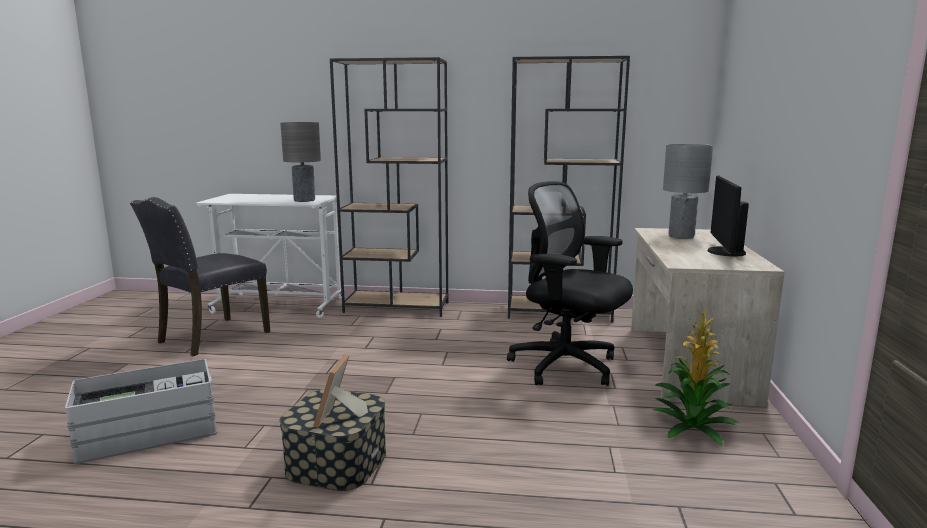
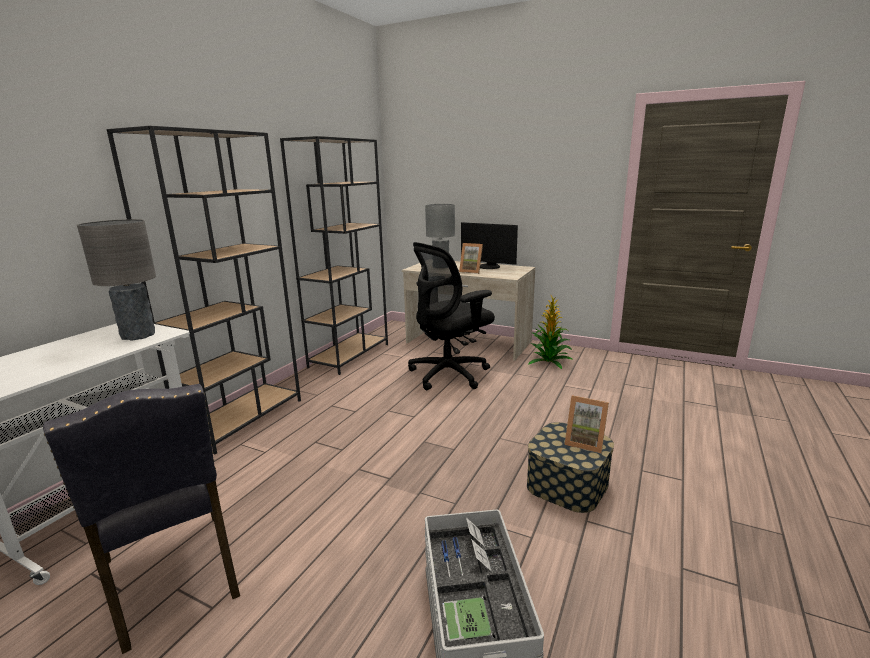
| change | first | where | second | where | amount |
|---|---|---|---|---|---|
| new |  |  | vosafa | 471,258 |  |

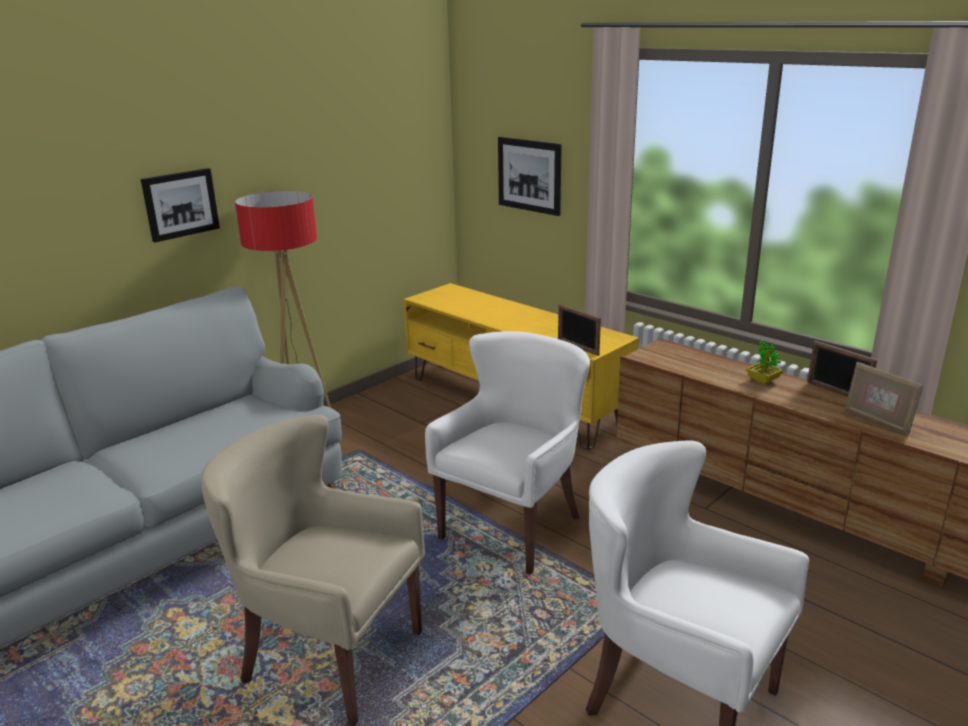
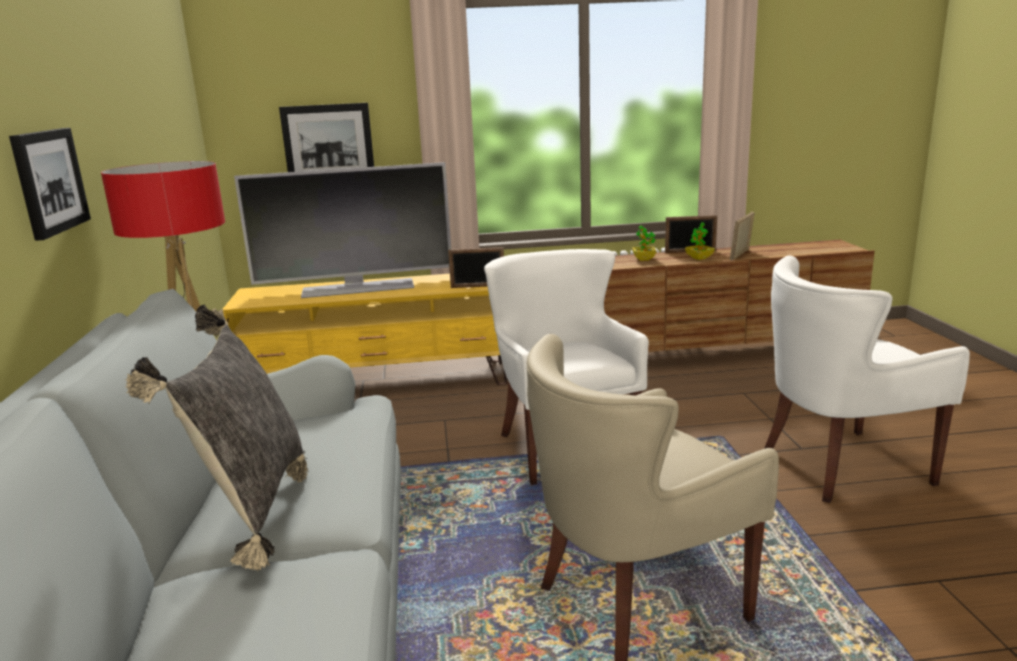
| change | first | where | second | where | amount |
|---|---|---|---|---|---|
| rotated | vosafa | 884,399 |  | 742,236 | 120 degrees clockwise |
| new |  |  | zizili | 217,438 |  |
| new |  |  | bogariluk | 342,230 |  |
| new |  |  | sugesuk | 700,241 |  |

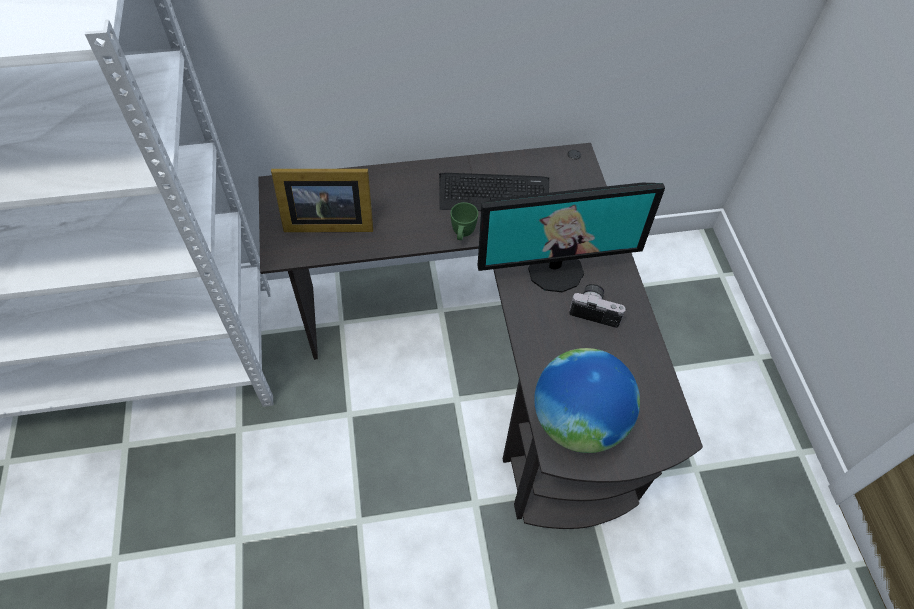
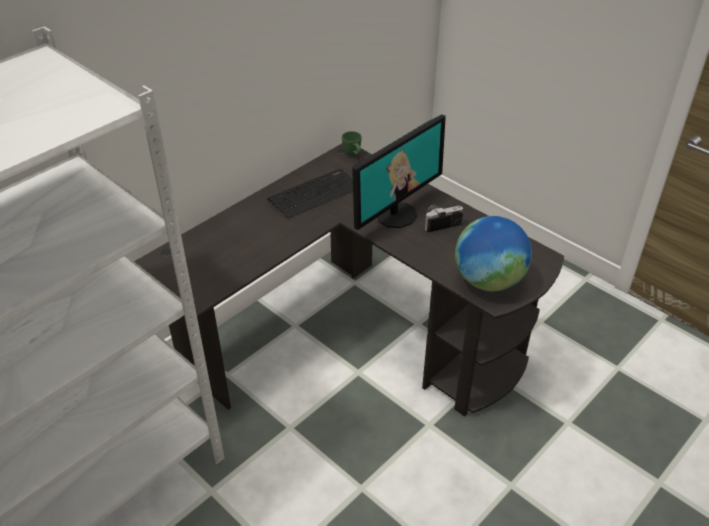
| change | first | where | second | where | amount |
|---|---|---|---|---|---|
| gone | vosafa | 322,200 |  |  |  |
| shifted | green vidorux | 464,221 |  | 352,143 |  |

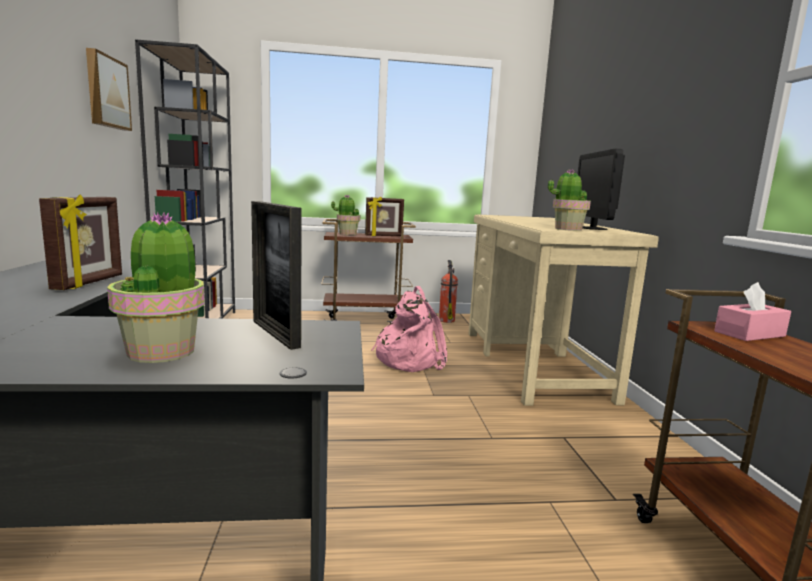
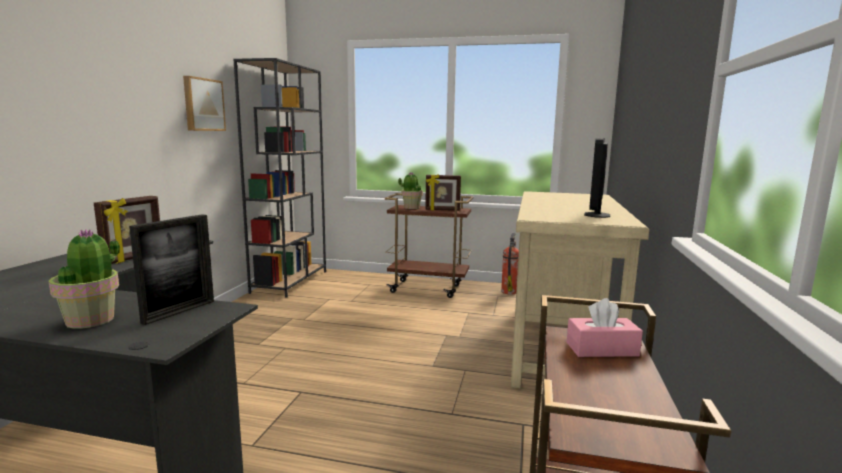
| change | first | where | second | where | amount |
|---|---|---|---|---|---|
| rotated | vosafa | 276,275 |  | 171,269 | 135 degrees counterclockwise |
| gone | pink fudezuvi | 409,329 |  |  |  |
| gone | sugesuk | 569,200 |  |  |  |

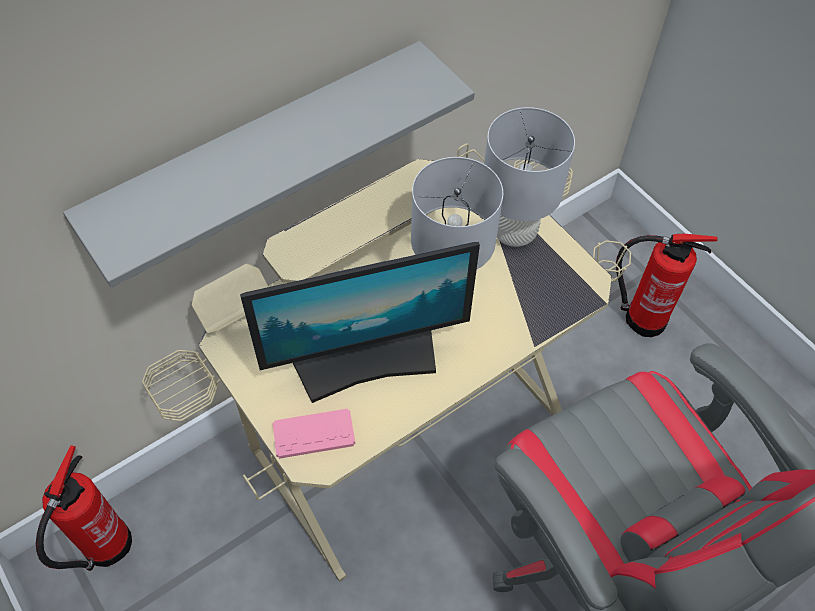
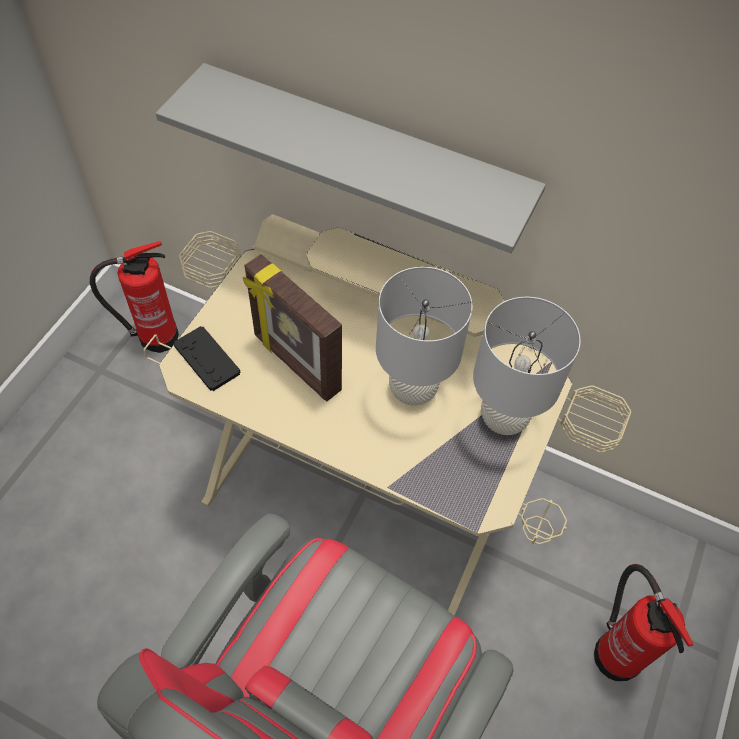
| change | first | where | second | where | amount |
|---|---|---|---|---|---|
| swapped | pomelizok | 360,322 | vosafa | 292,327 |  |
| repainted | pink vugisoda | 314,434 | black vugisoda | 207,358 |  |

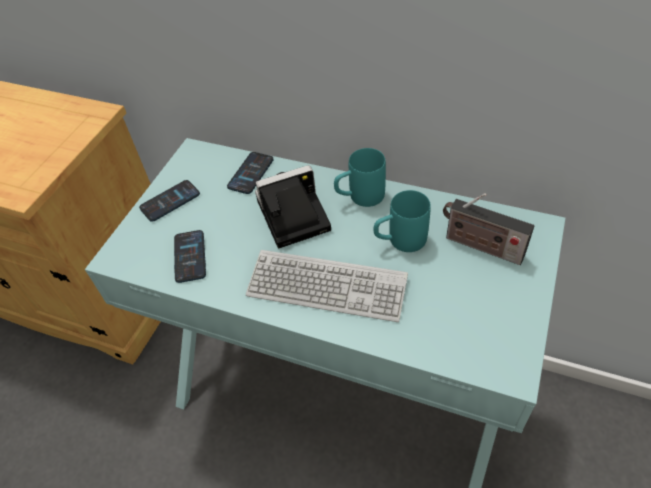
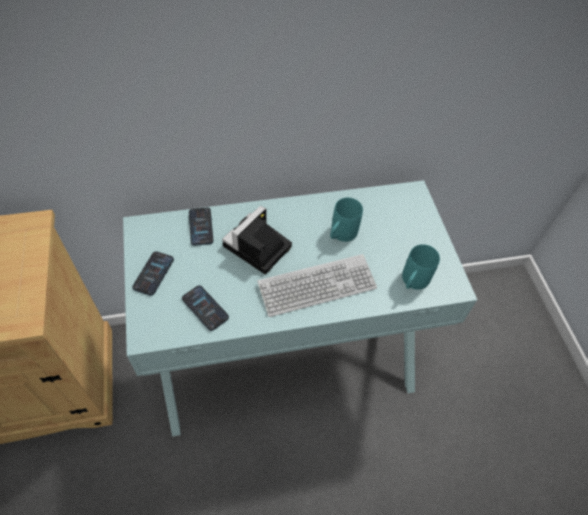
| change | first | where | second | where | amount |
|---|---|---|---|---|---|
| shifted | turquoise vidorux | 360,177 |  | 421,267 |  |
| gone | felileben | 489,229 |  |  |  |

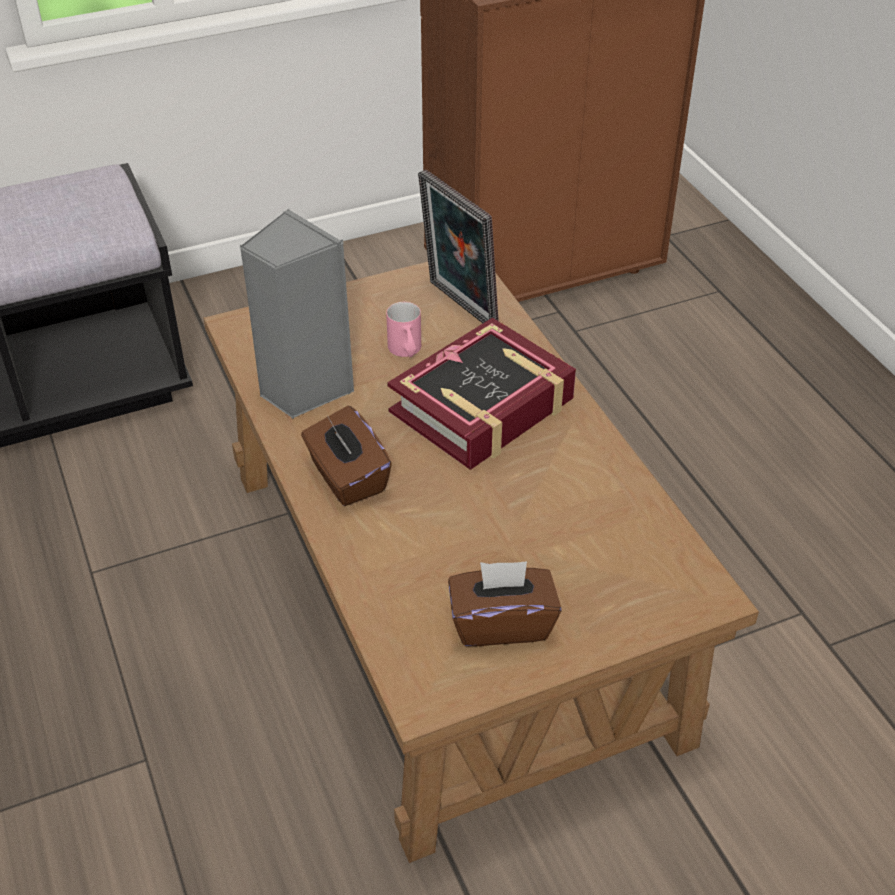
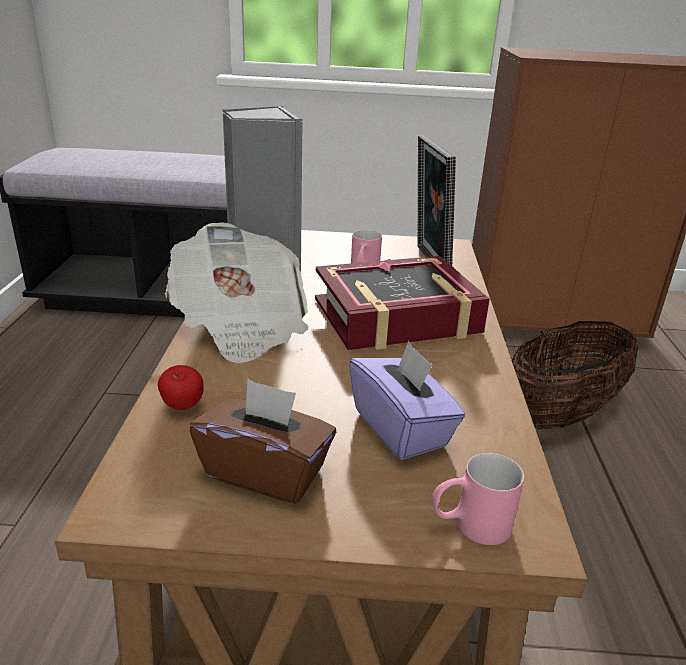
| change | first | where | second | where | amount |
|---|---|---|---|---|---|
| swapped | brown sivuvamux | 346,456 | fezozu | 236,293 |  |
| new |  |  | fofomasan | 181,387 |  |
| new |  |  | purple sivuvamux | 407,400 |  |
| new |  |  | pink vidorux | 478,499 |  |
| new |  |  | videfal | 574,375 |  |

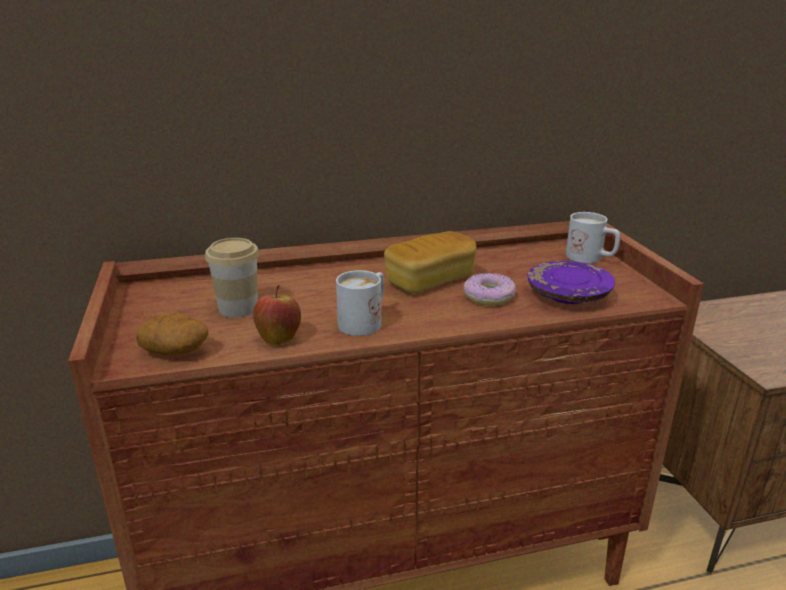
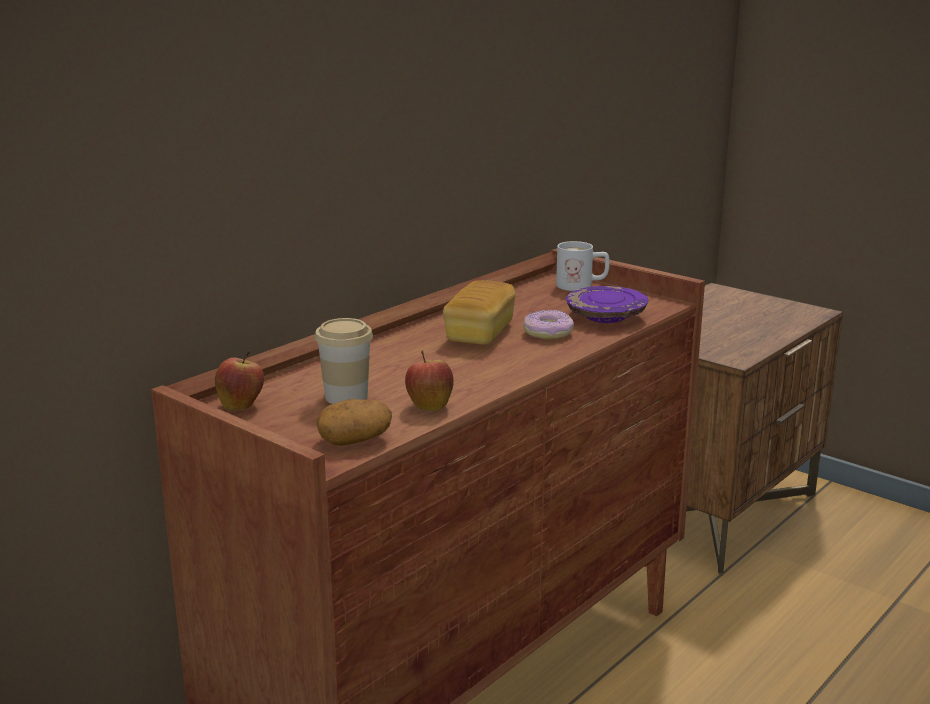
| change | first | where | second | where | amount |
|---|---|---|---|---|---|
| gone | white vidorux | 360,303 |  |  |  |
| new |  |  | fofomasan | 239,380 |  |

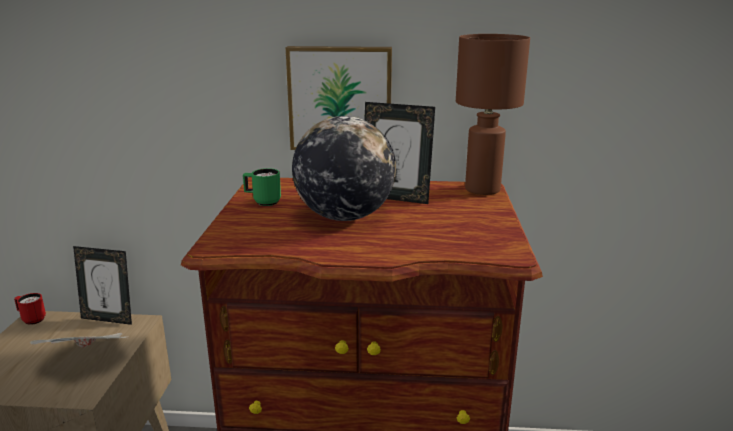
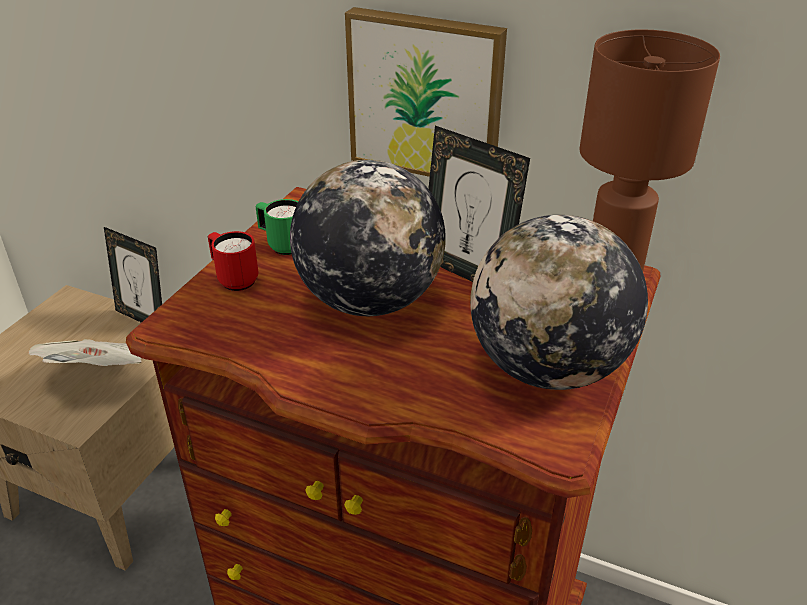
| change | first | where | second | where | amount |
|---|---|---|---|---|---|
| shifted | red vidorux | 30,309 |  | 233,261 |  |
| new |  |  | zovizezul | 559,302 |  |

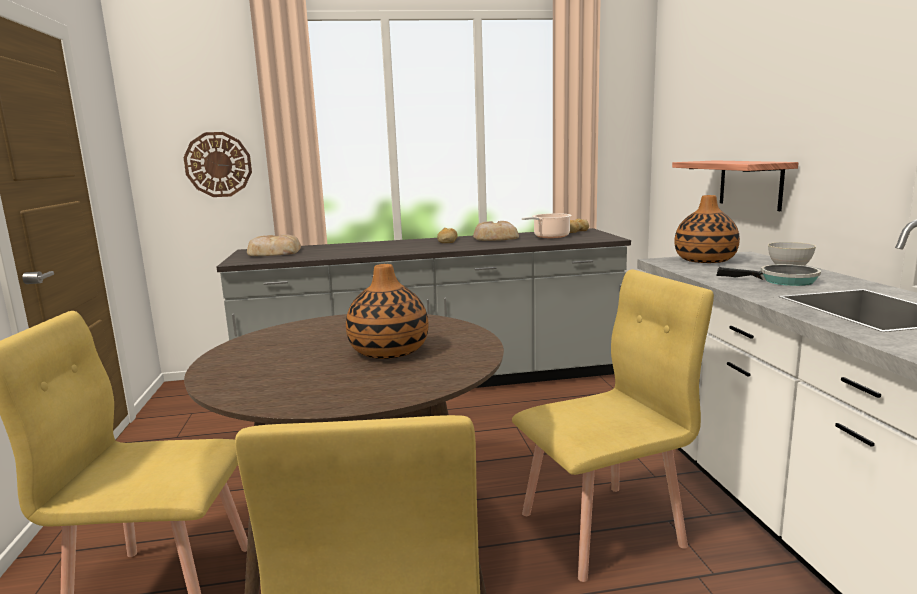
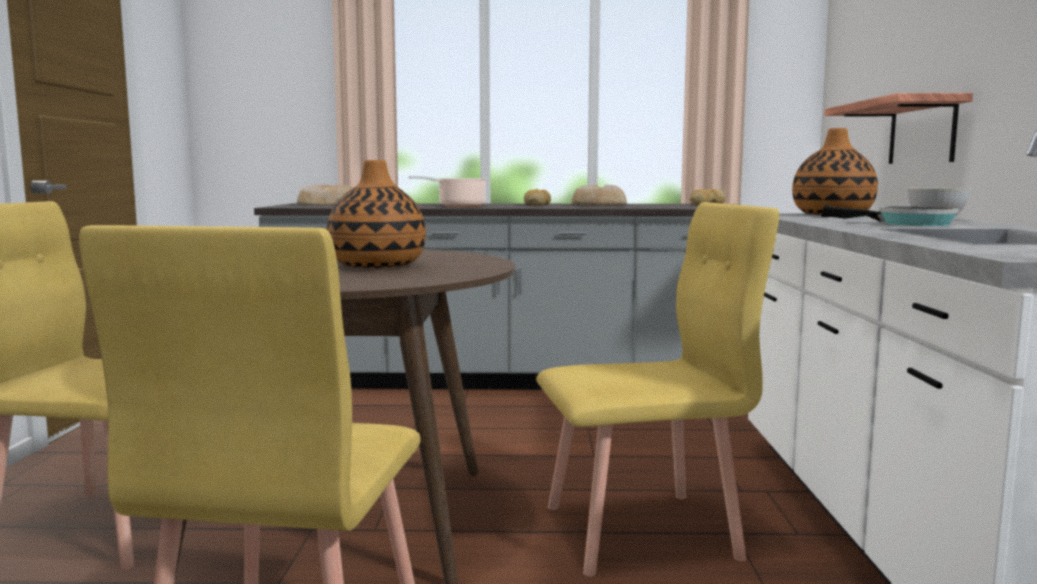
| change | first | where | second | where | amount |
|---|---|---|---|---|---|
| gone | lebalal | 217,164 |  |  |  |
| shifted | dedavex | 547,225 |  | 448,191 |  |

